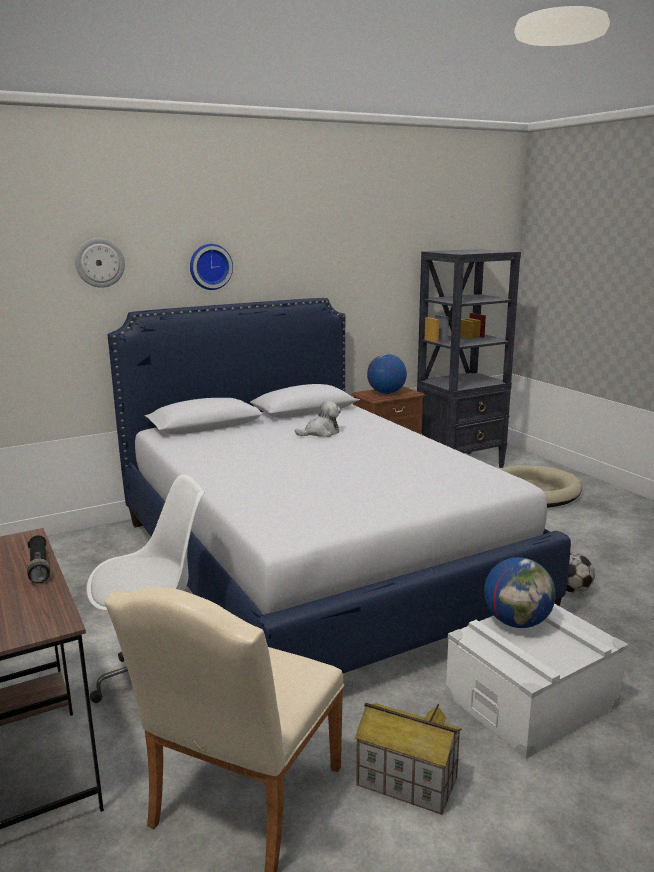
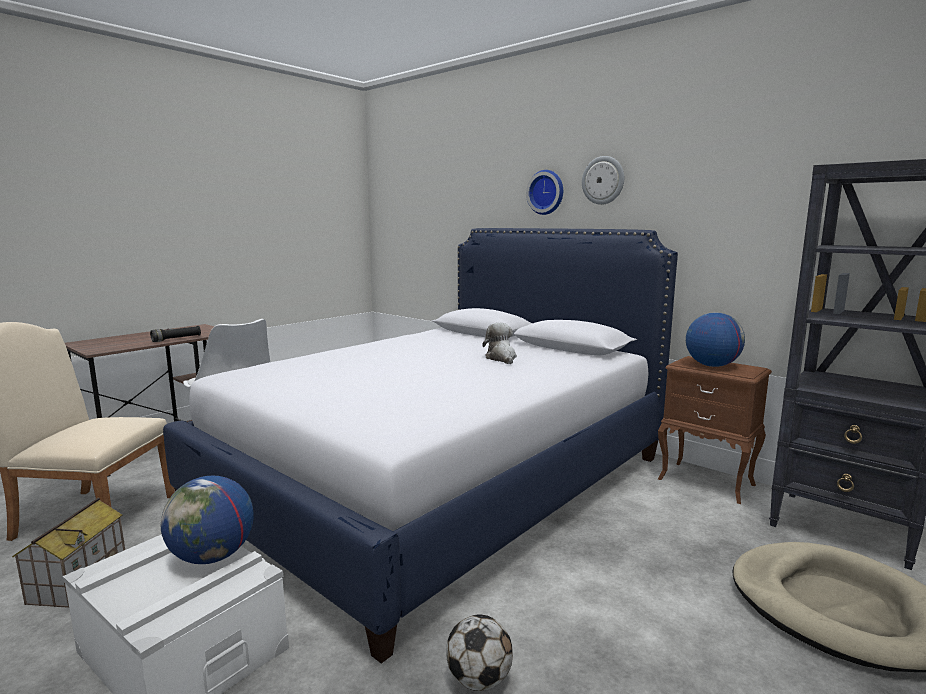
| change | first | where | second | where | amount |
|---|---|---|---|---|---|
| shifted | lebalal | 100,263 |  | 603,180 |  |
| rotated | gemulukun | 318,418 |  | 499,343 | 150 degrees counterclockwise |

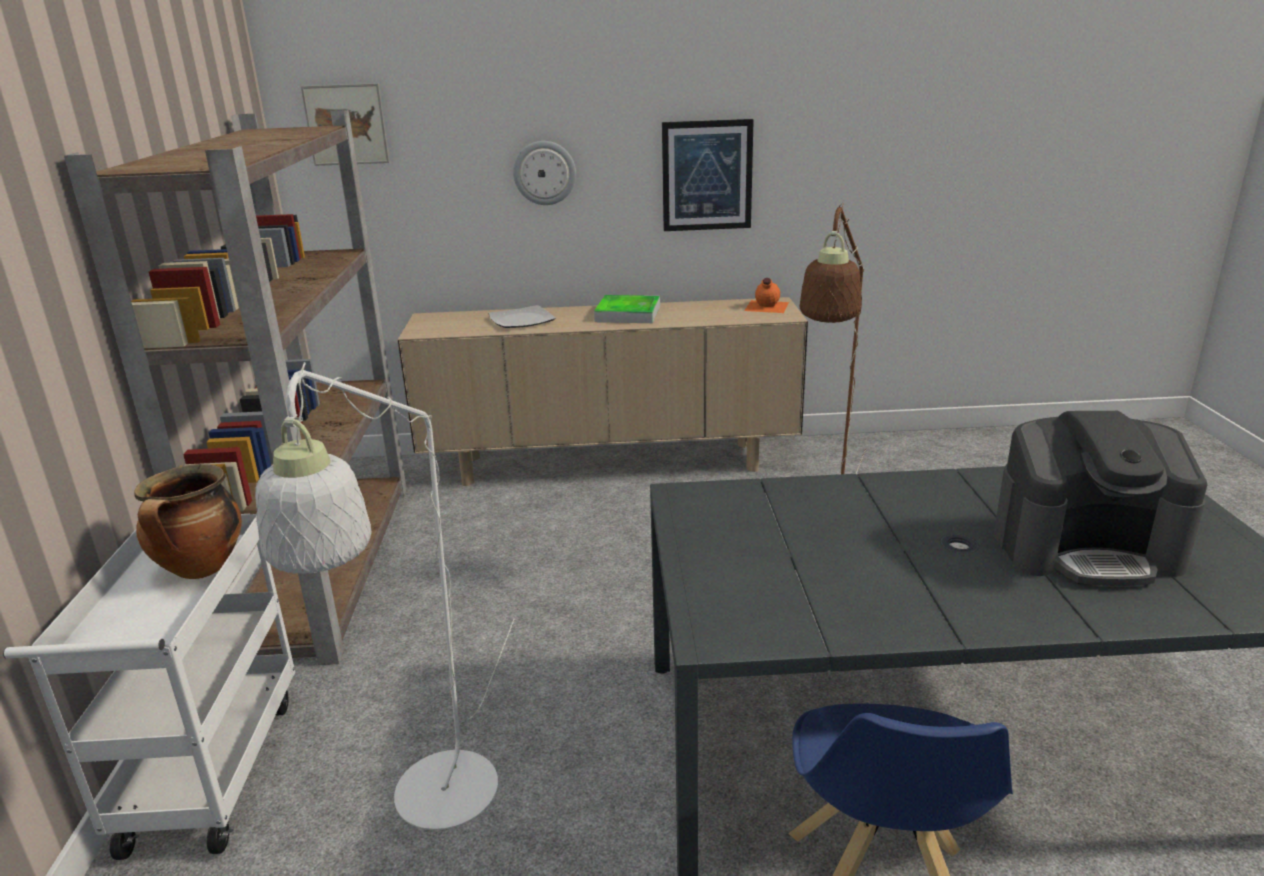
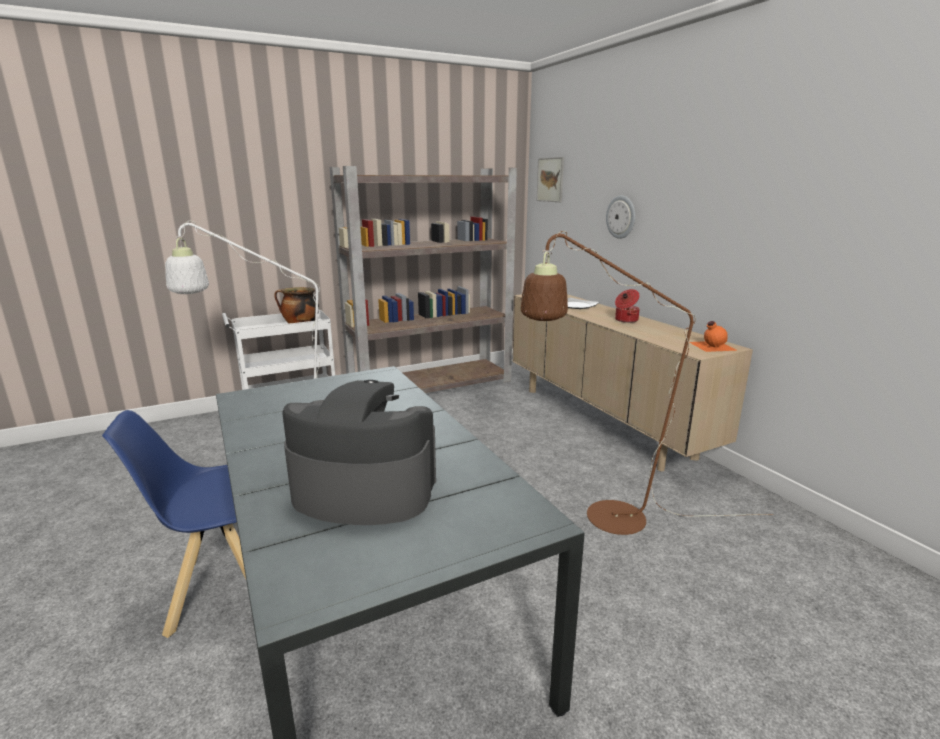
| change | first | where | second | where | amount |
|---|---|---|---|---|---|
| swapped | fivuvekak | 627,309 | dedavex | 627,306 |  |
| gone | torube | 708,175 |  |  |  |
| rotated | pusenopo | 1101,498 |  | 359,452 | 120 degrees clockwise |

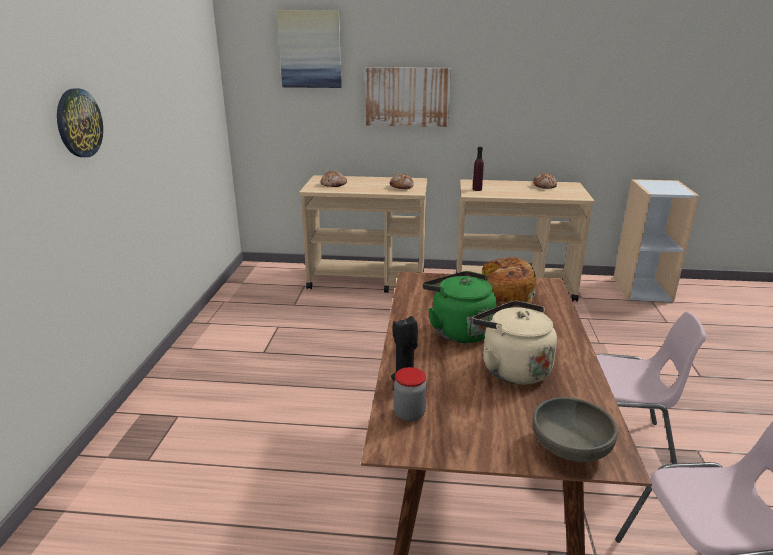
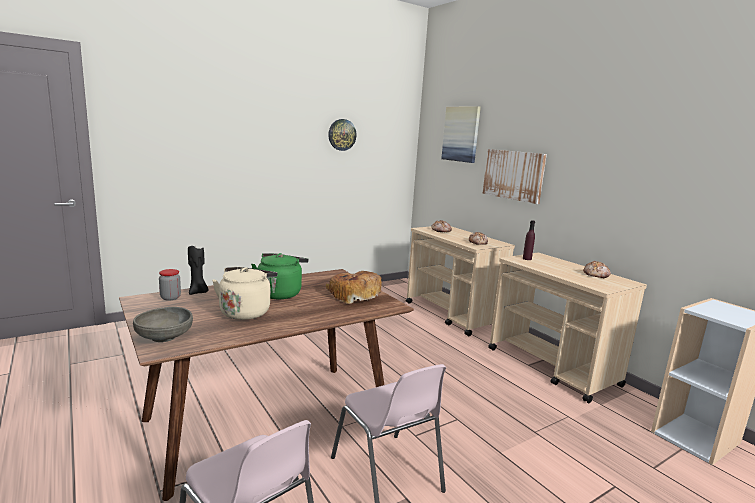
| change | first | where | second | where | amount |
|---|---|---|---|---|---|
| shifted | lebalal | 80,122 |  | 342,135 |  |

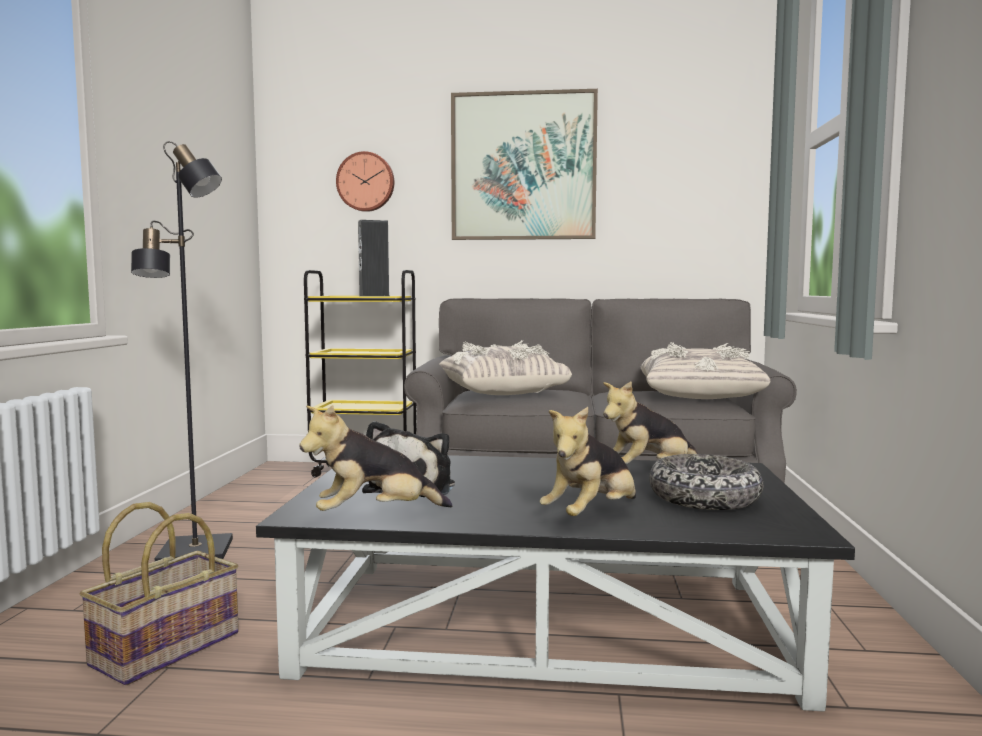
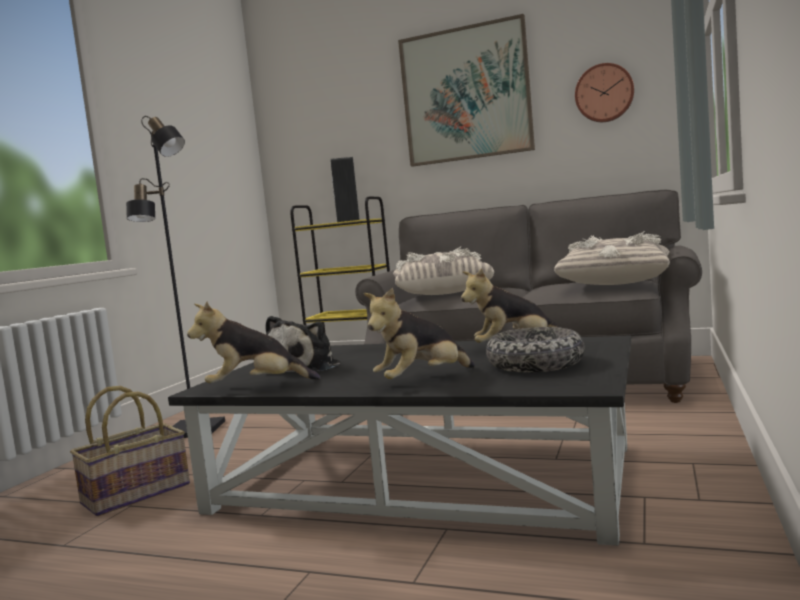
| change | first | where | second | where | amount |
|---|---|---|---|---|---|
| shifted | lebalal | 365,181 |  | 604,92 |  |

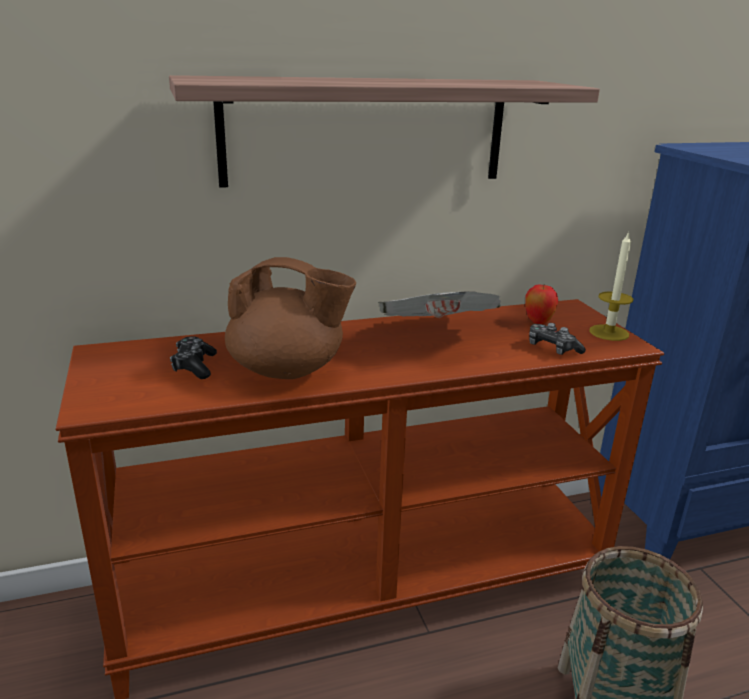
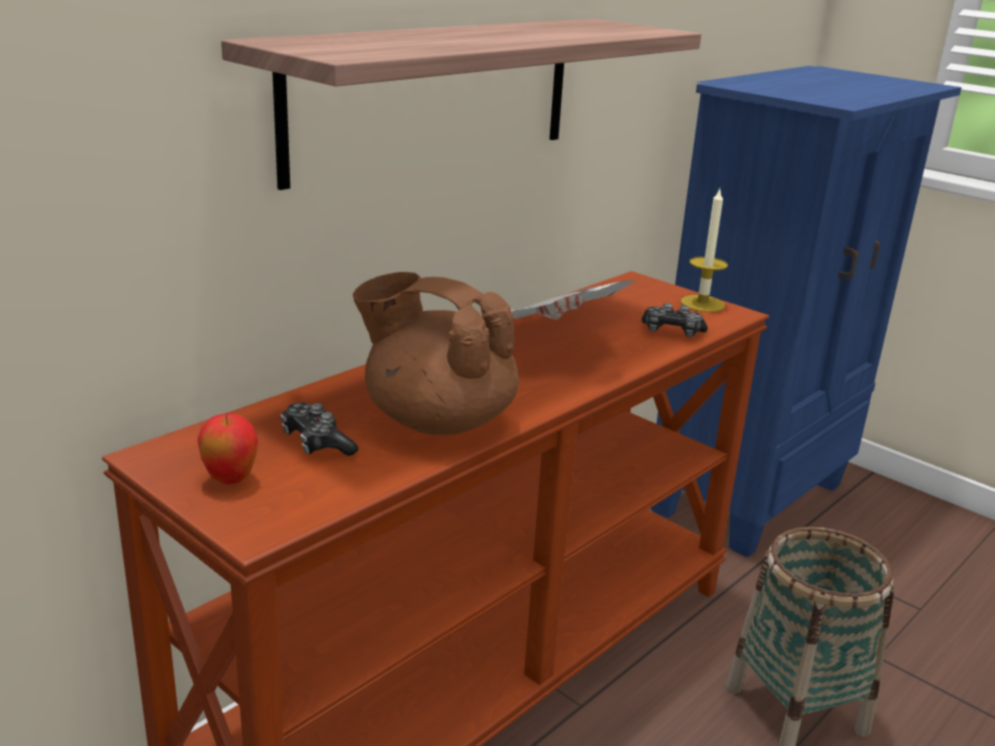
| change | first | where | second | where | amount |
|---|---|---|---|---|---|
| rotated | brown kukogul | 290,318 |  | 436,353 | 135 degrees counterclockwise |
| shifted | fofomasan | 541,304 |  | 227,449 |  |

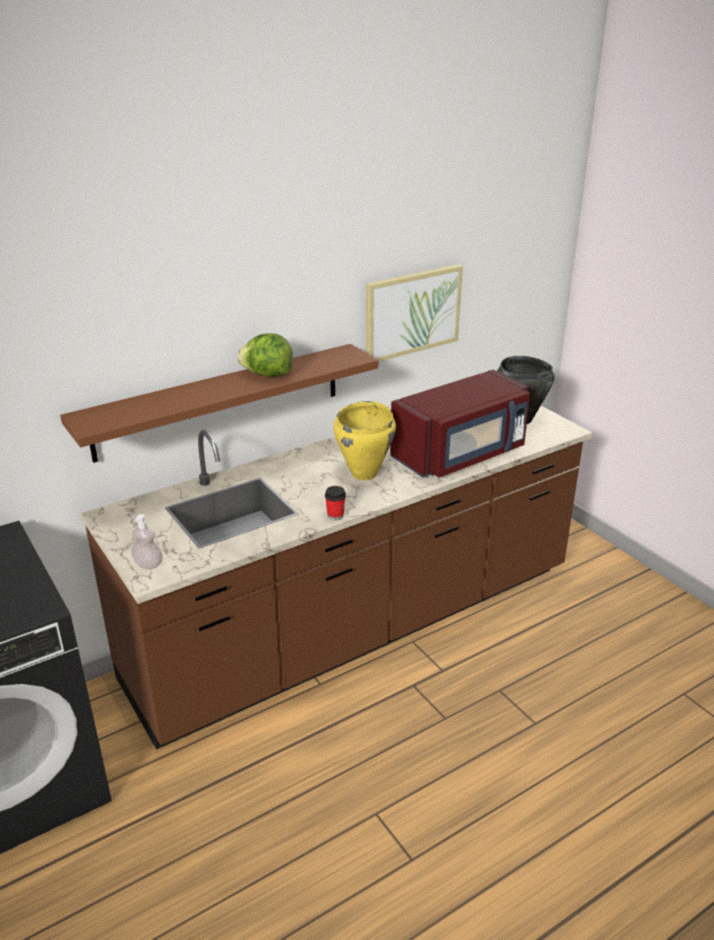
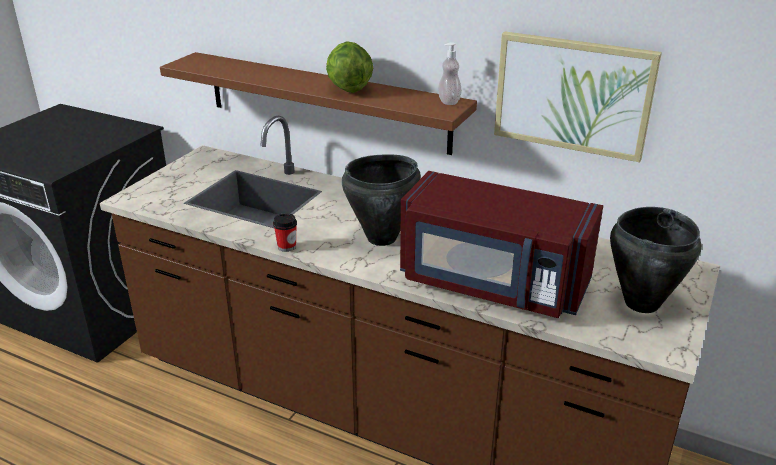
| change | first | where | second | where | amount |
|---|---|---|---|---|---|
| shifted | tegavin | 147,541 |  | 450,73 |  |
| repainted | yellow dedavex | 364,440 | black dedavex | 381,200 |  |

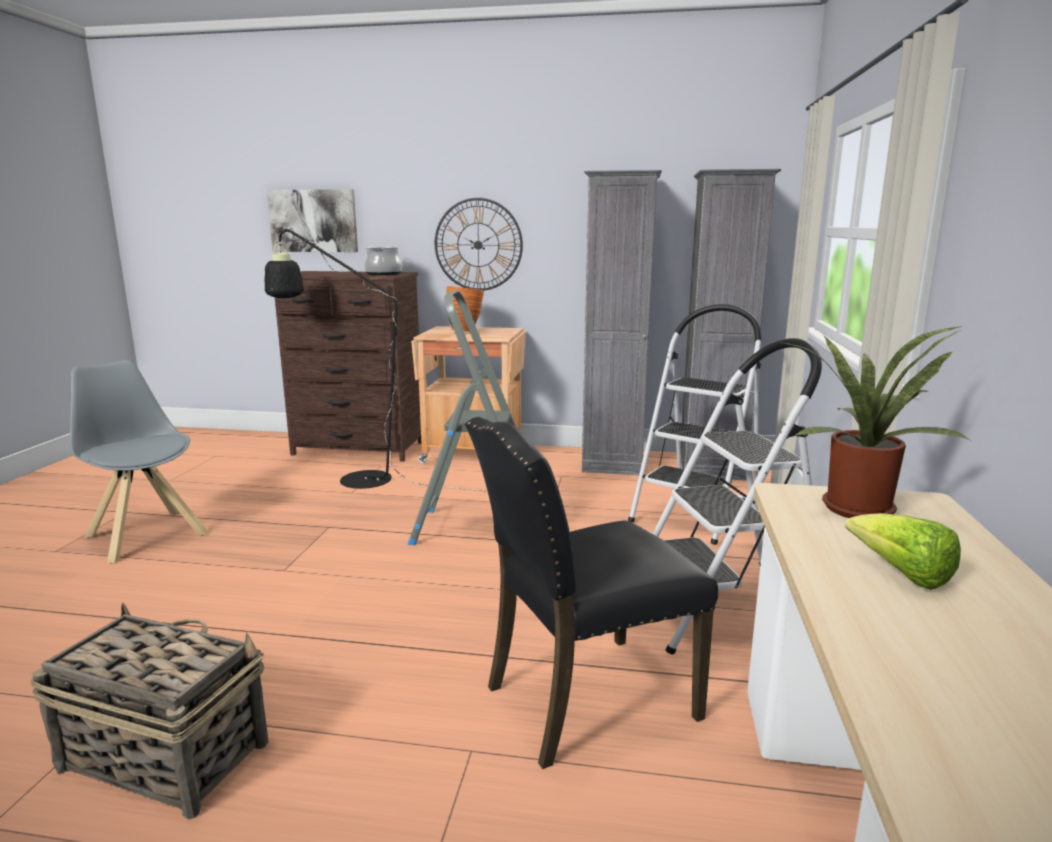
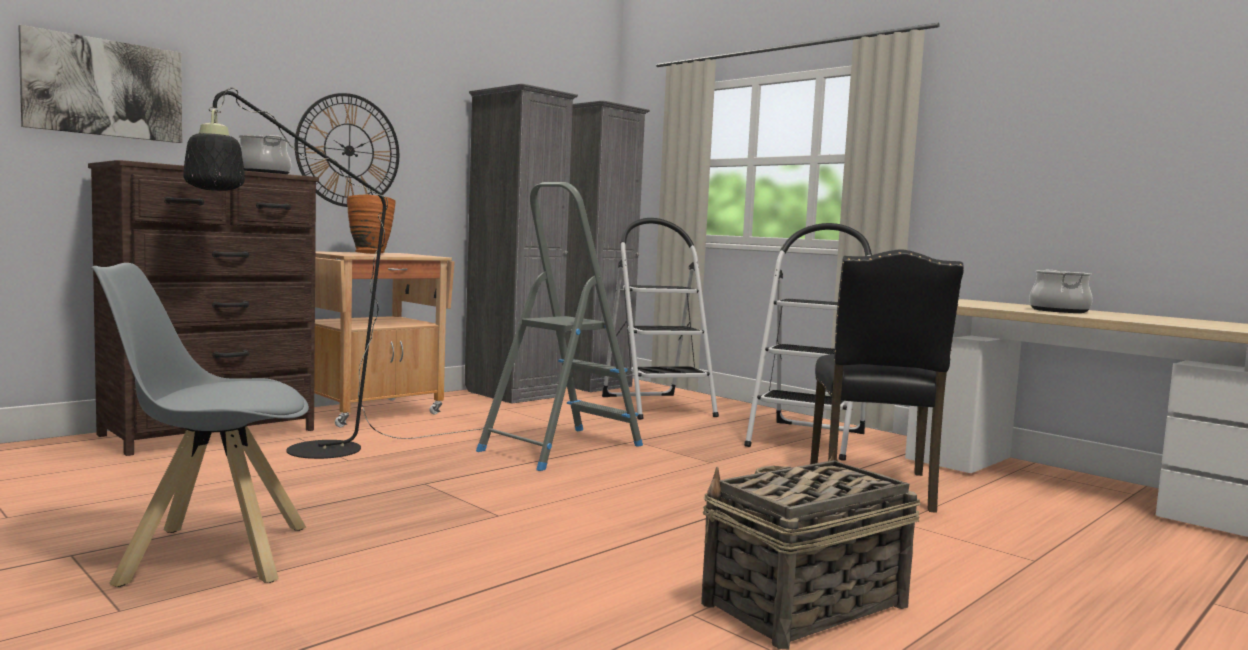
| change | first | where | second | where | amount |
|---|---|---|---|---|---|
| gone | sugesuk | 873,422 |  |  |  |
| swapped | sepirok | 903,551 | dedavex | 1061,291 |  |

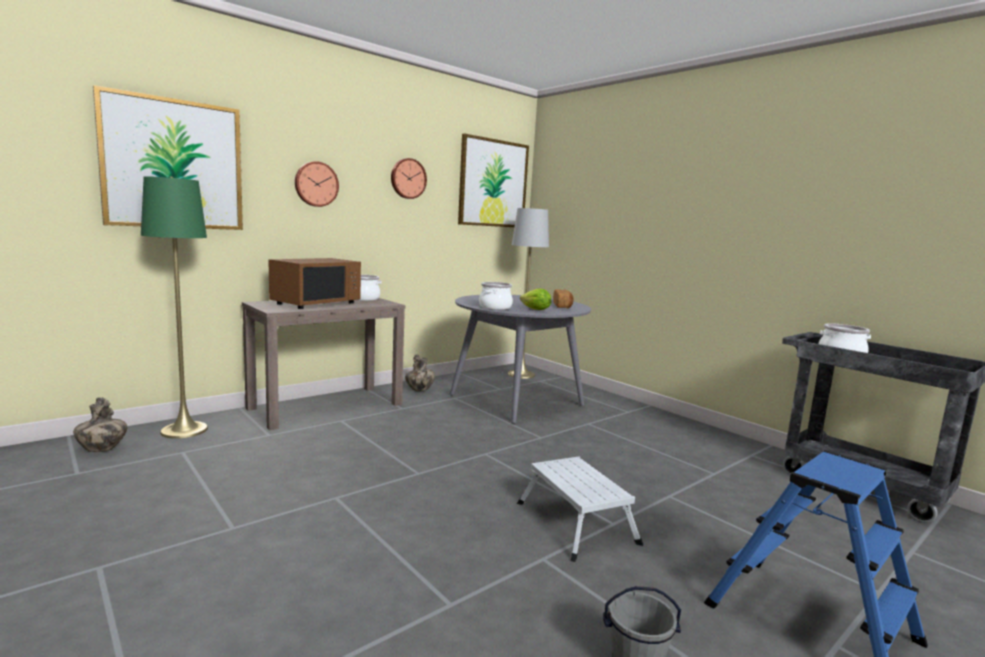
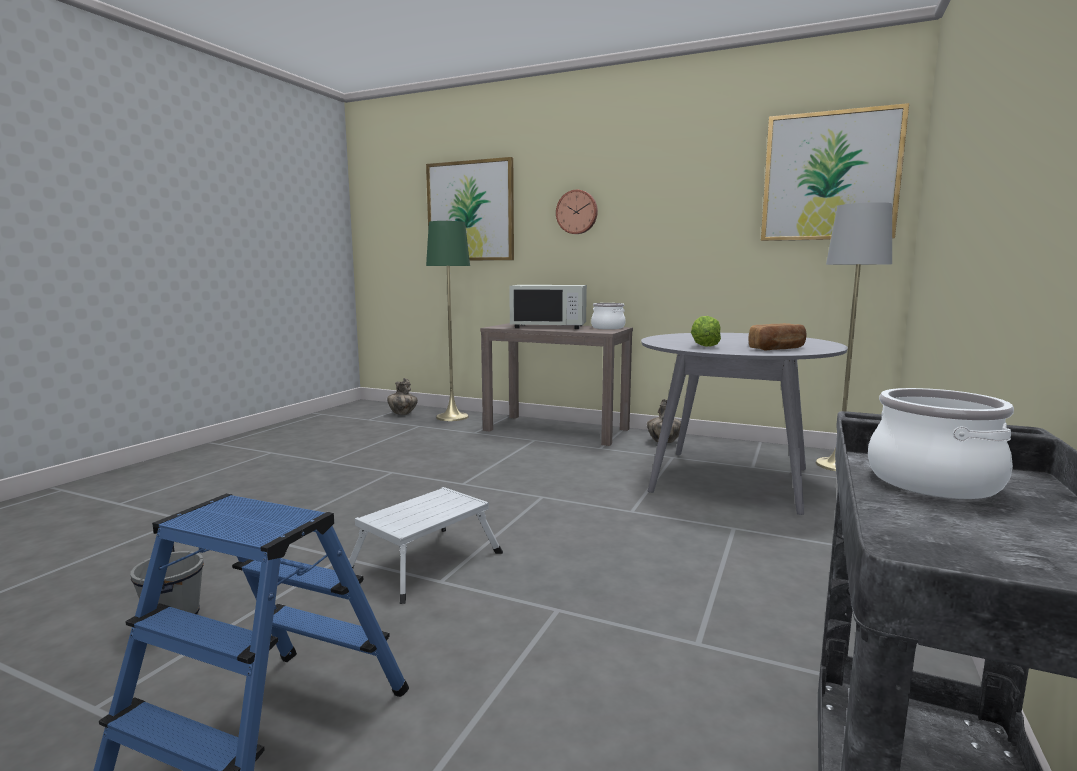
| change | first | where | second | where | amount |
|---|---|---|---|---|---|
| repainted | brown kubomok | 314,283 | white kubomok | 548,307 |  |
| gone | lebalal | 409,178 |  |  |  |
| gone | dedavex | 496,296 |  |  |  |

